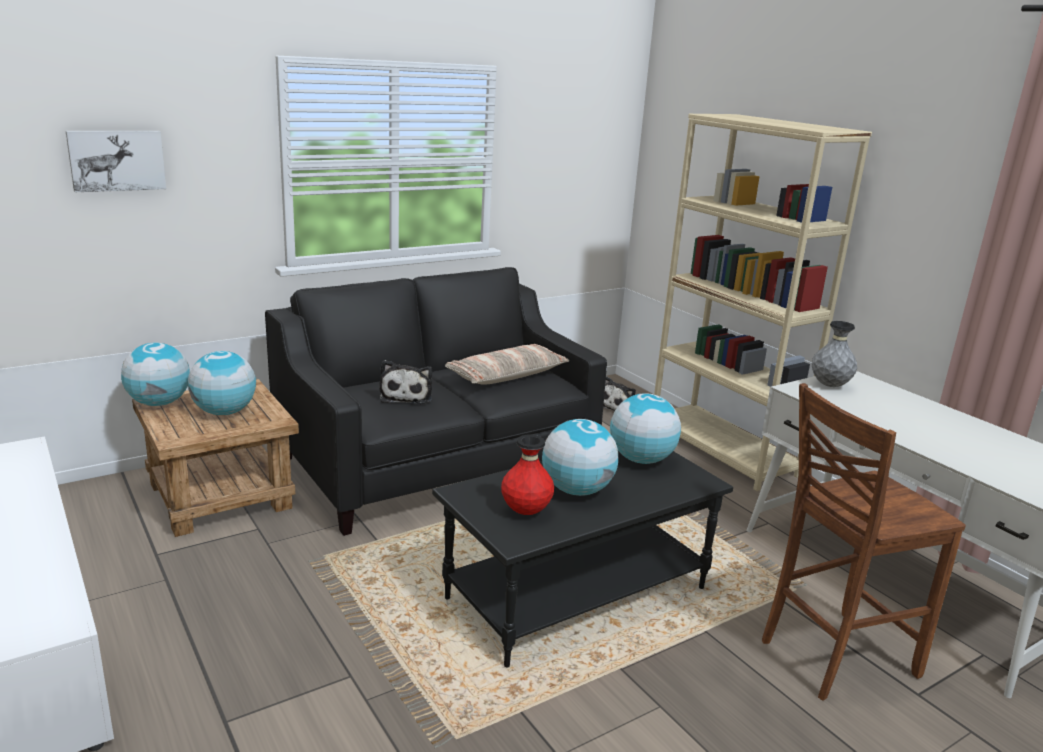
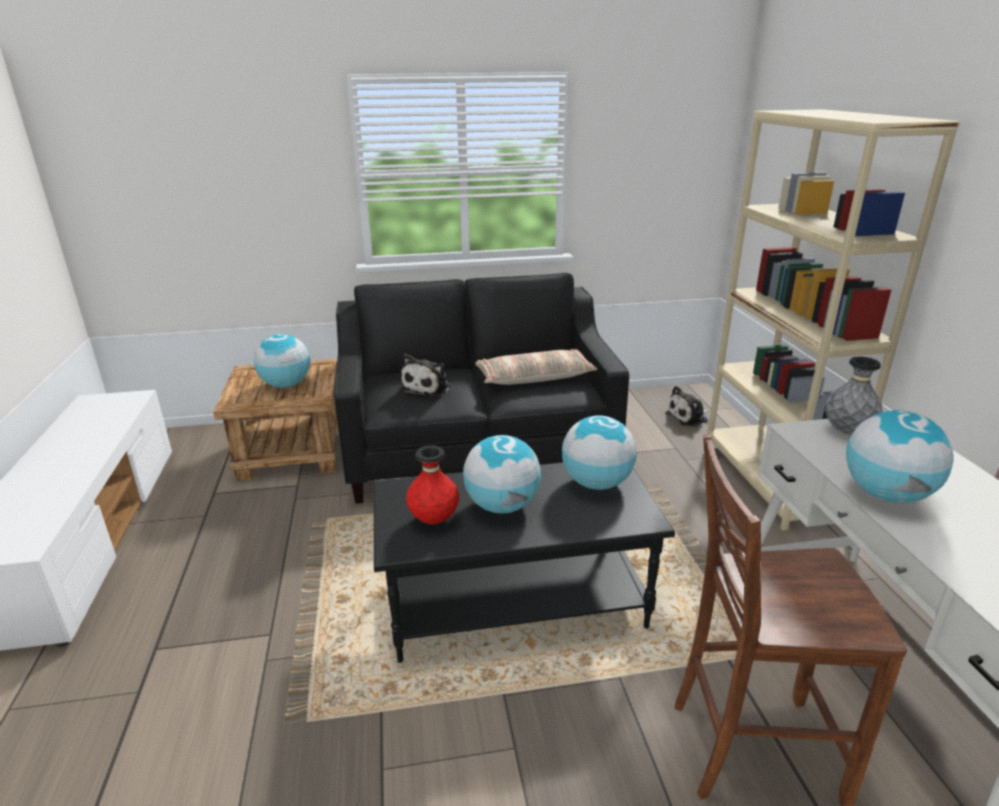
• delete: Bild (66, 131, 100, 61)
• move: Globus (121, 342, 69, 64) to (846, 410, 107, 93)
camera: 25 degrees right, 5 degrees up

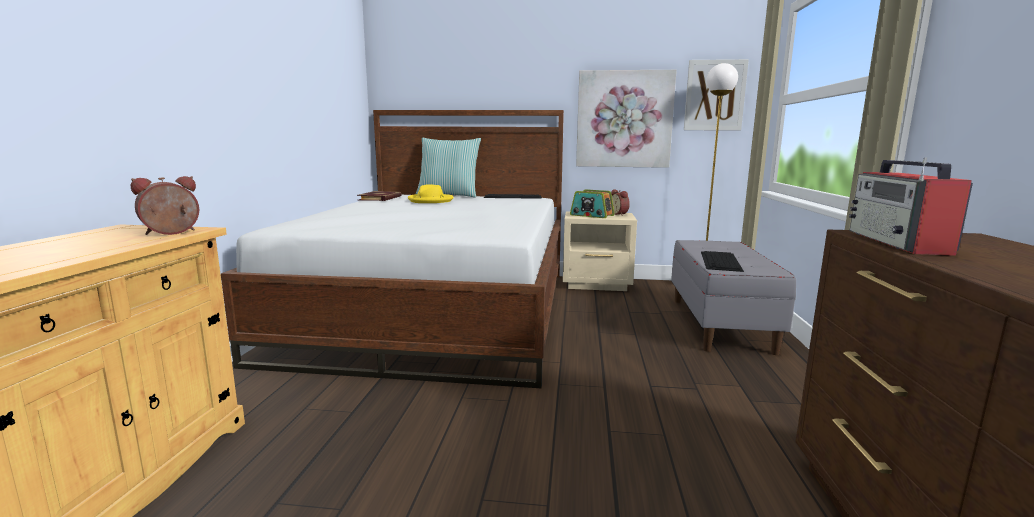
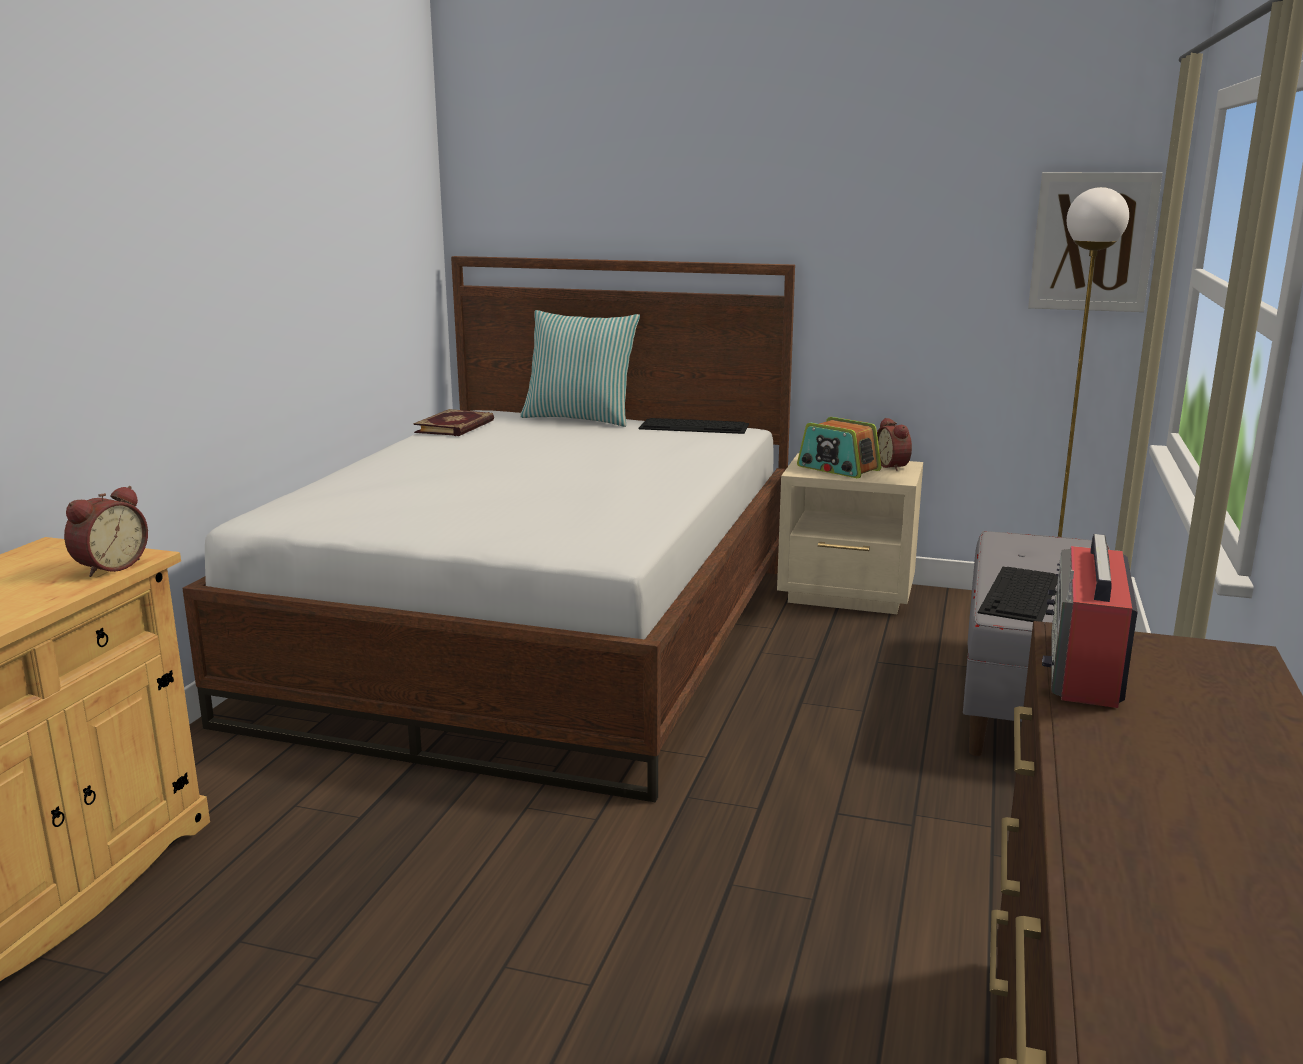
• delete: Bild (576, 70, 101, 98)
• rotate: Wecker (131, 176, 68, 59) = (64, 486, 84, 91) 150 degrees clockwise
• delete: Hut (gelb) (408, 184, 46, 19)
camera: 10 degrees right, 5 degrees up

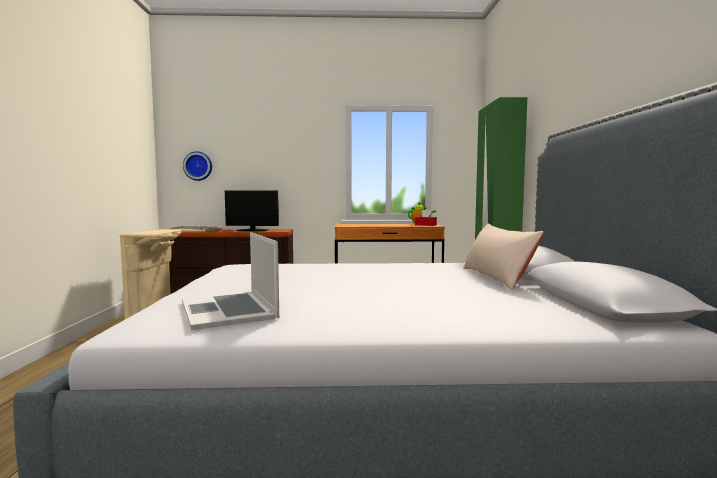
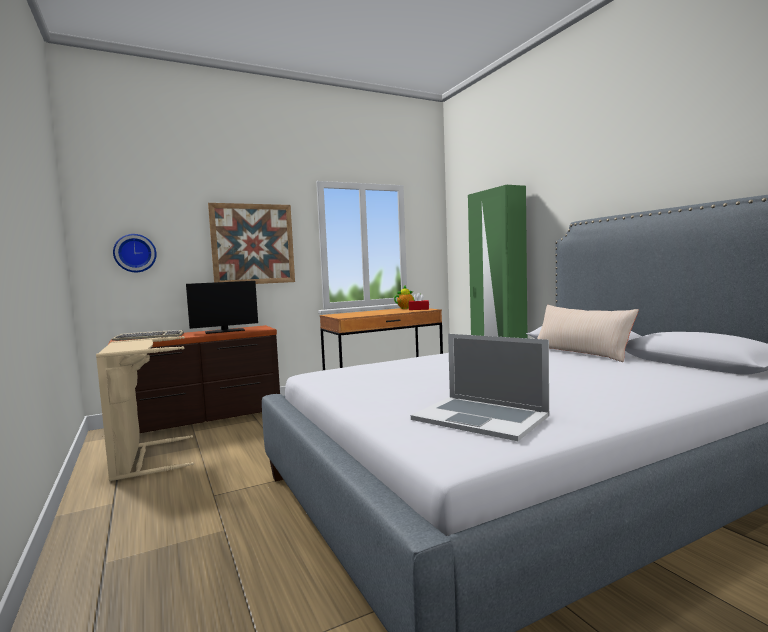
• insert: Bild (208, 203, 87, 81)
camera: 25 degrees left, 0 degrees up

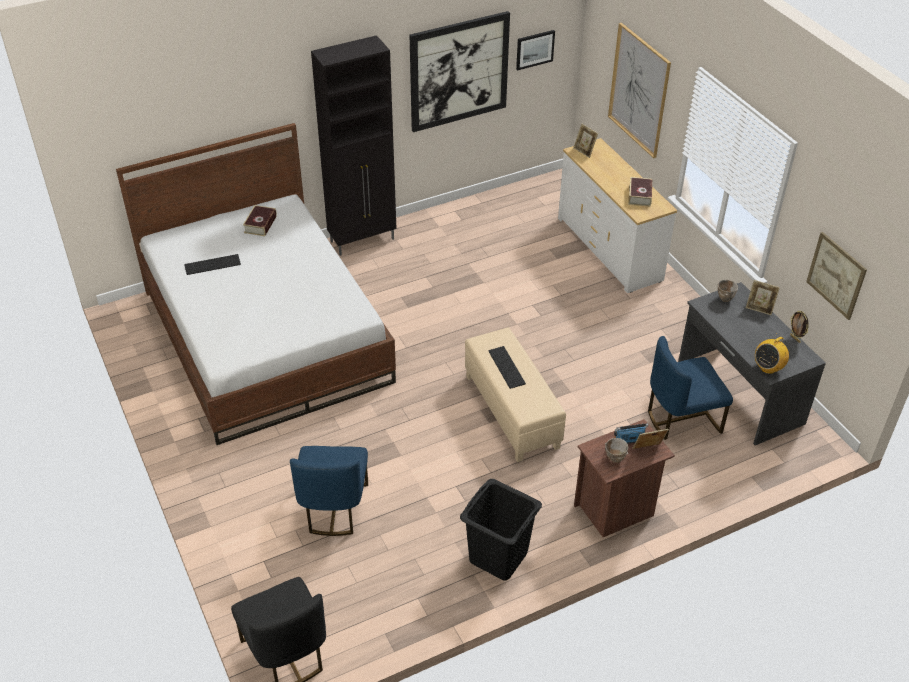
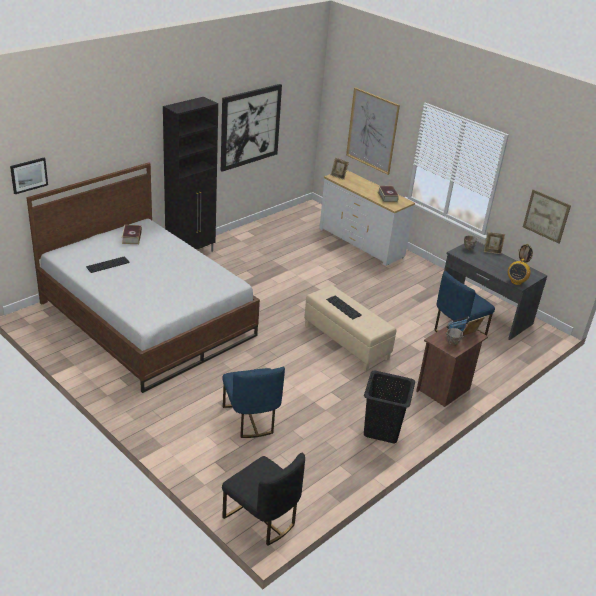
• move: Bild (516, 30, 39, 40) to (10, 158, 38, 36)
camera: 20 degrees left, 10 degrees down

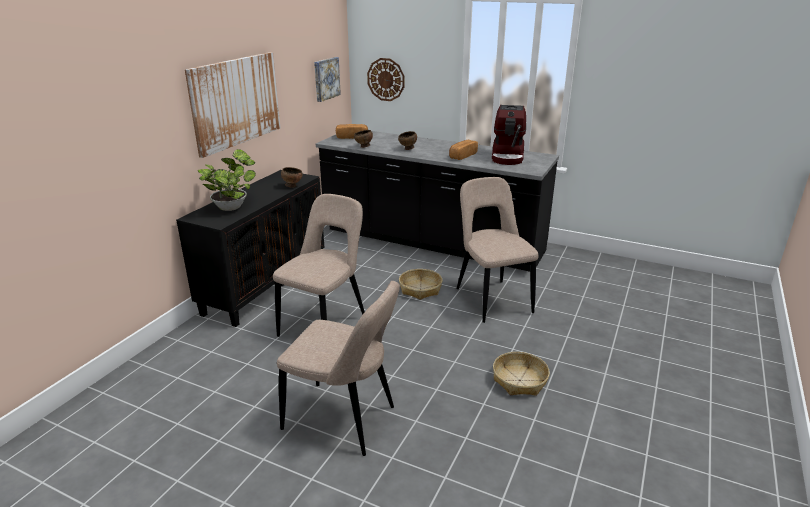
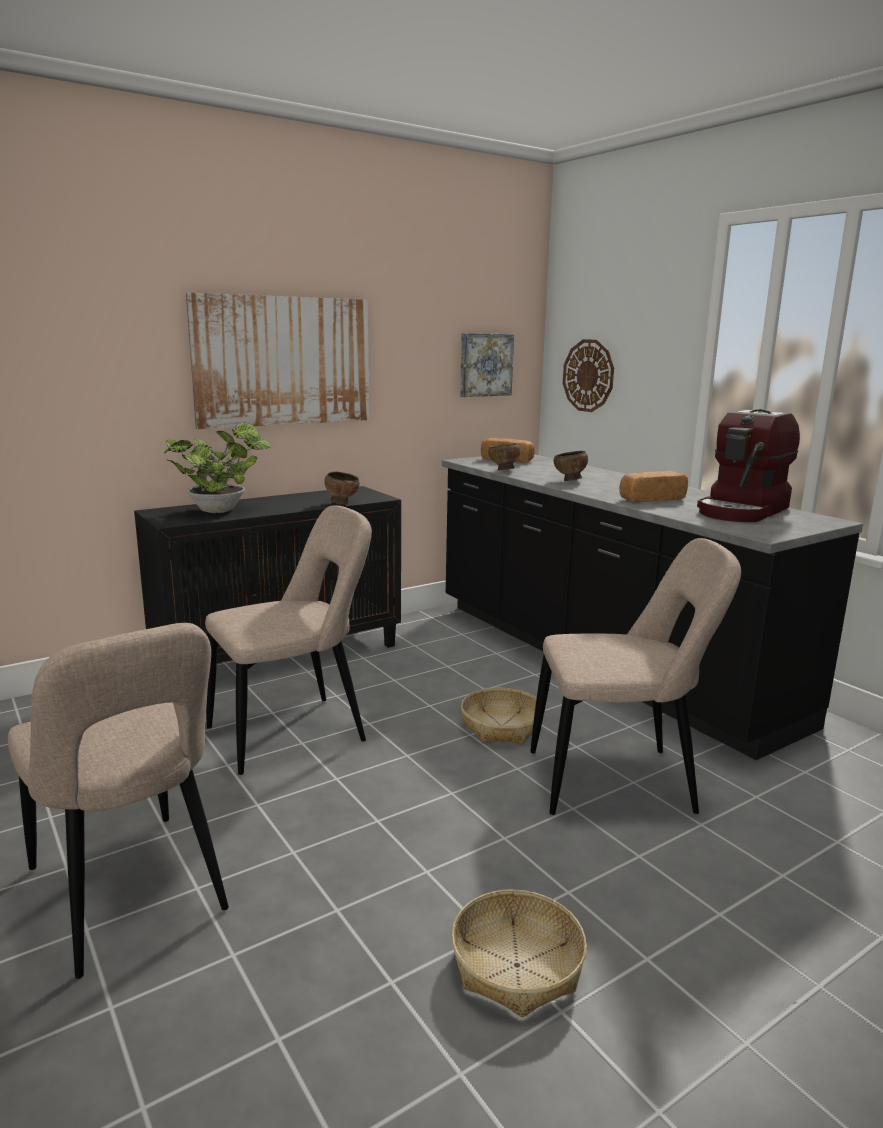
• rotate: Stuhl (beige) (456, 177, 83, 146) = (530, 538, 211, 277) 75 degrees clockwise
camera: 30 degrees right, 10 degrees down

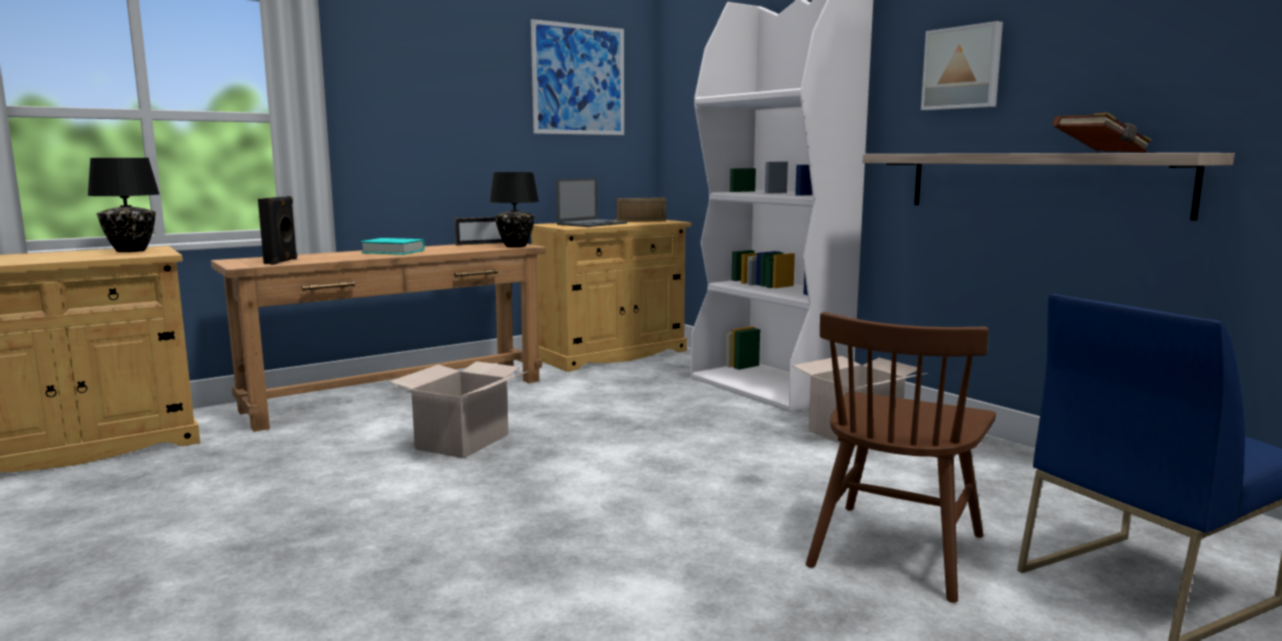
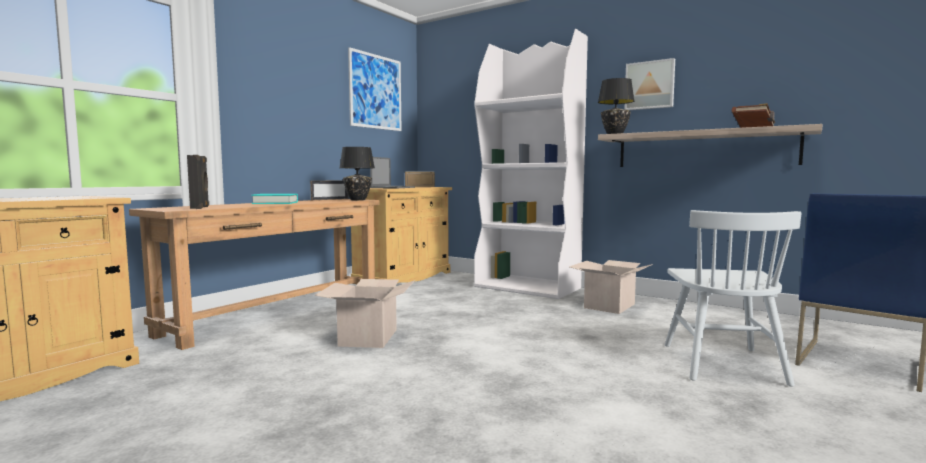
• move: Tischlampe (schwarz) (87, 158, 72, 94) to (598, 78, 36, 56)
• recolor: Stuhl (braun) (806, 312, 190, 291) to Stuhl (weiß) (665, 210, 137, 177)
camera: 20 degrees left, 5 degrees down

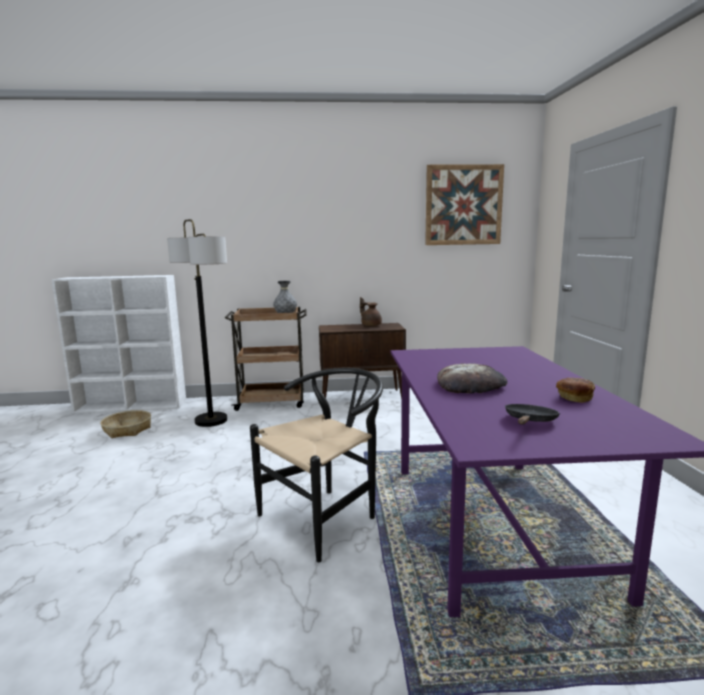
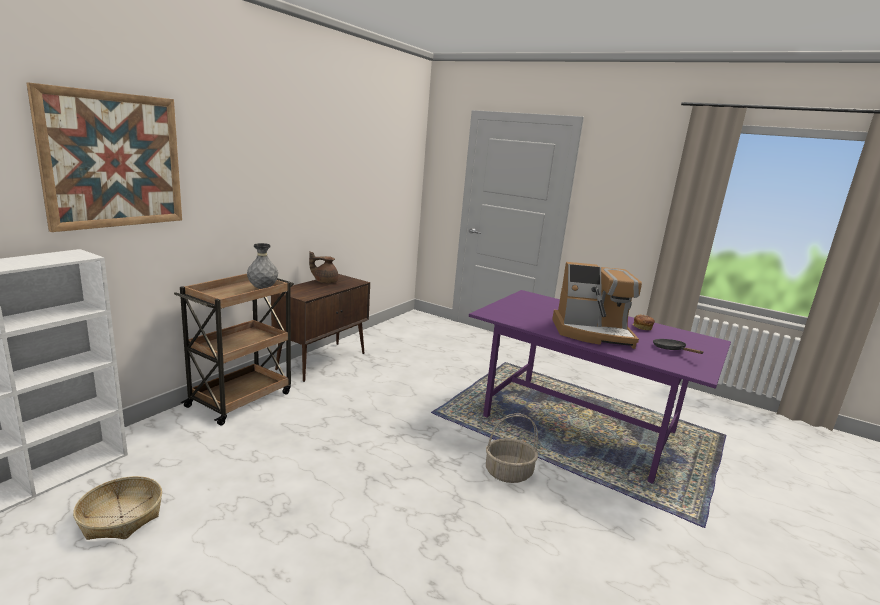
• move: Bild (425, 164, 79, 81) to (26, 82, 156, 150)
• delete: Stehlampe (167, 219, 60, 208)
• replace: Brot (437, 363, 70, 30) to Kaffeemaschine (552, 262, 90, 87)
• replace: Stuhl (schwarz) (250, 368, 133, 194) to Korb (486, 413, 52, 70)
camera: 55 degrees left, 5 degrees up

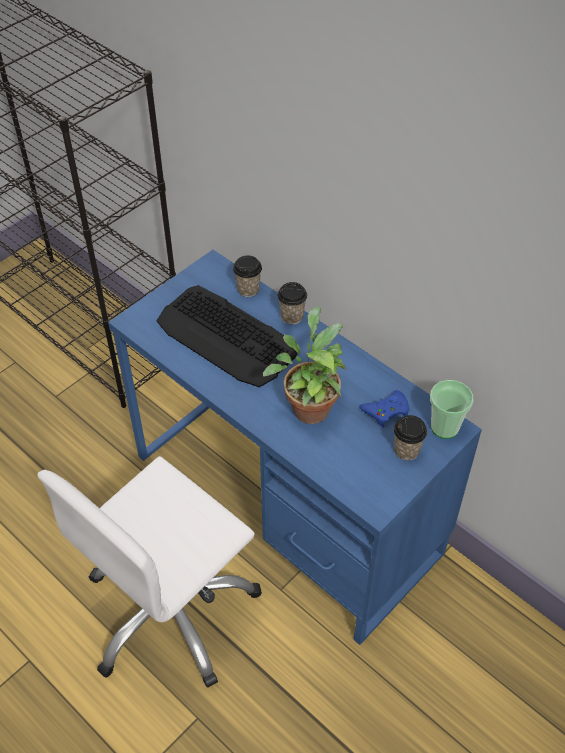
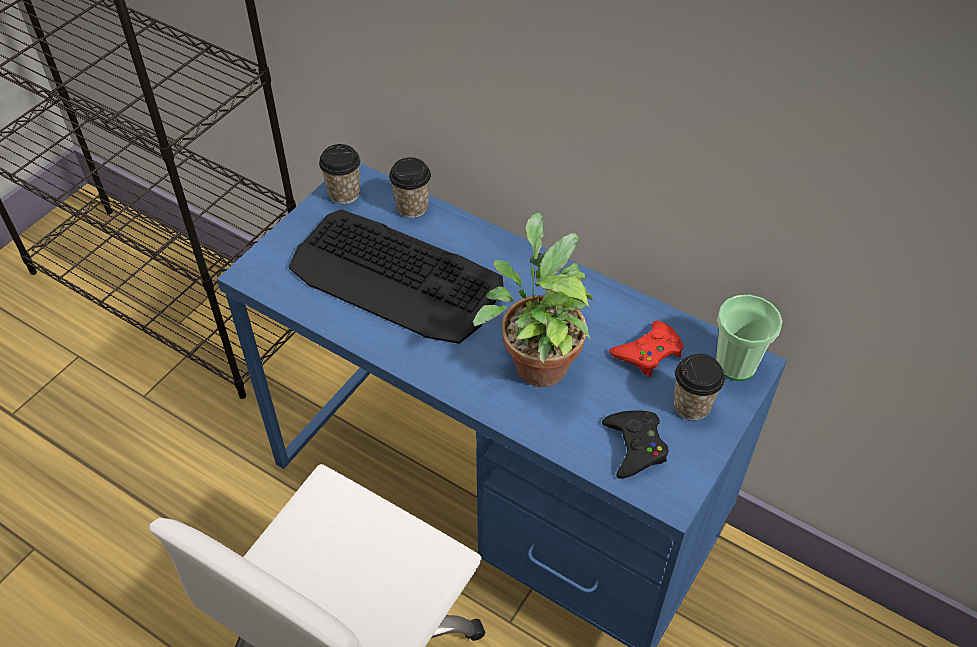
• move: Tasse (278, 282, 29, 43) to (319, 144, 41, 60)
• recolor: Gamepad (blau) (359, 390, 51, 37) to Gamepad (rot) (609, 321, 75, 56)
• insert: Gamepad (schwarz) (602, 411, 66, 68)
camera: 10 degrees left, 0 degrees up

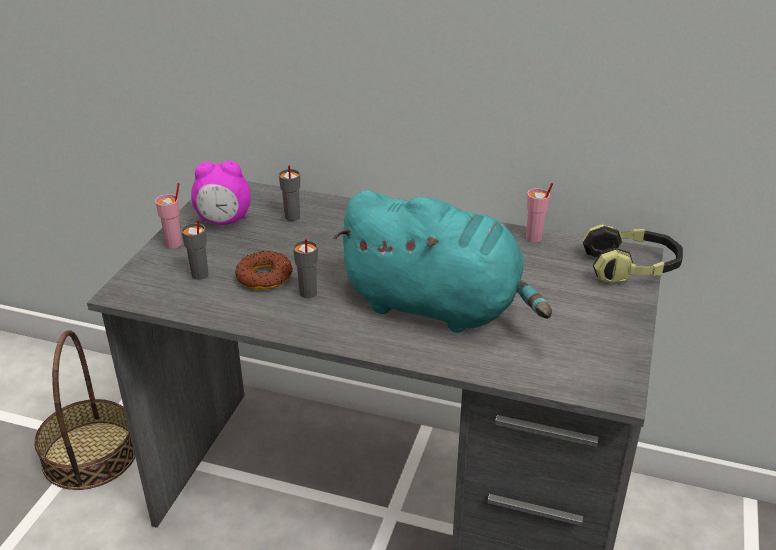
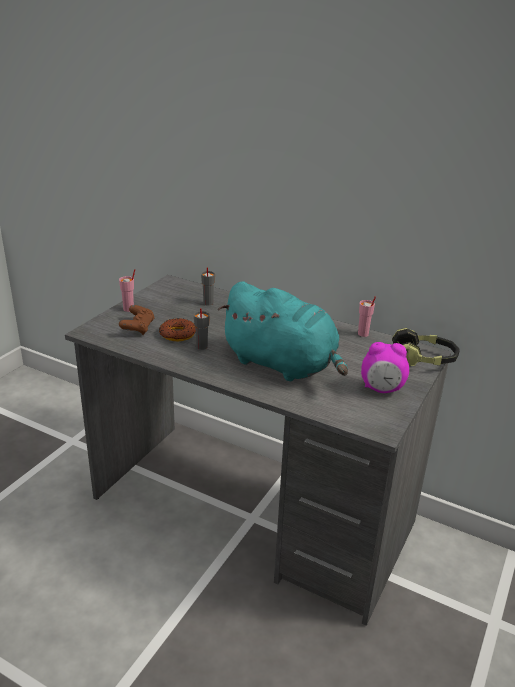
• move: Wecker (191, 161, 59, 64) to (361, 342, 48, 51)
• replace: Tasse (grau) (181, 219, 28, 61) to Gamepad (braun) (119, 305, 36, 30)
• delete: Korb (34, 330, 101, 160)
camera: 10 degrees right, 5 degrees down

